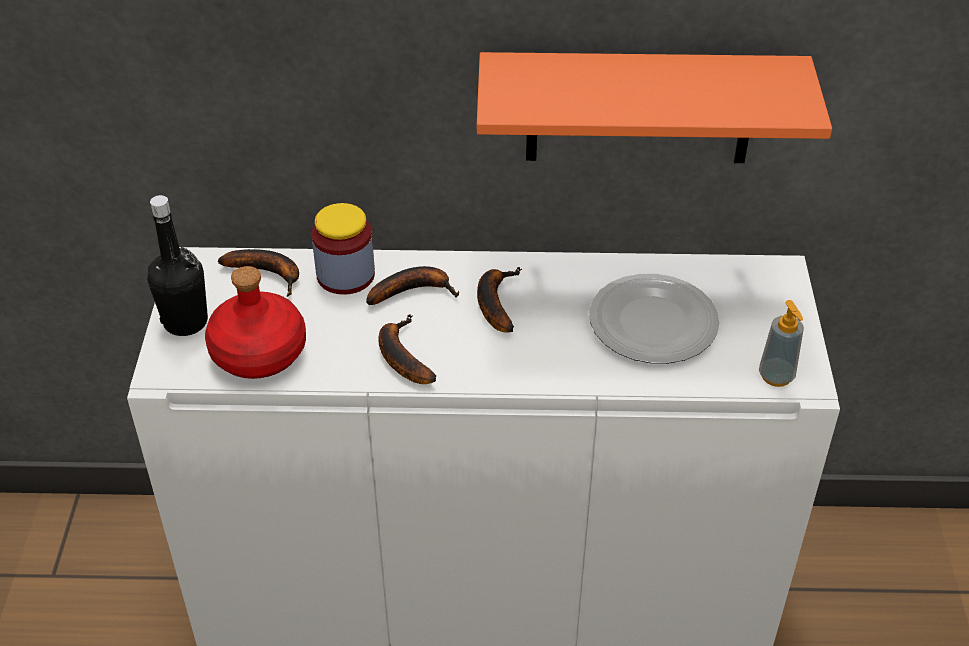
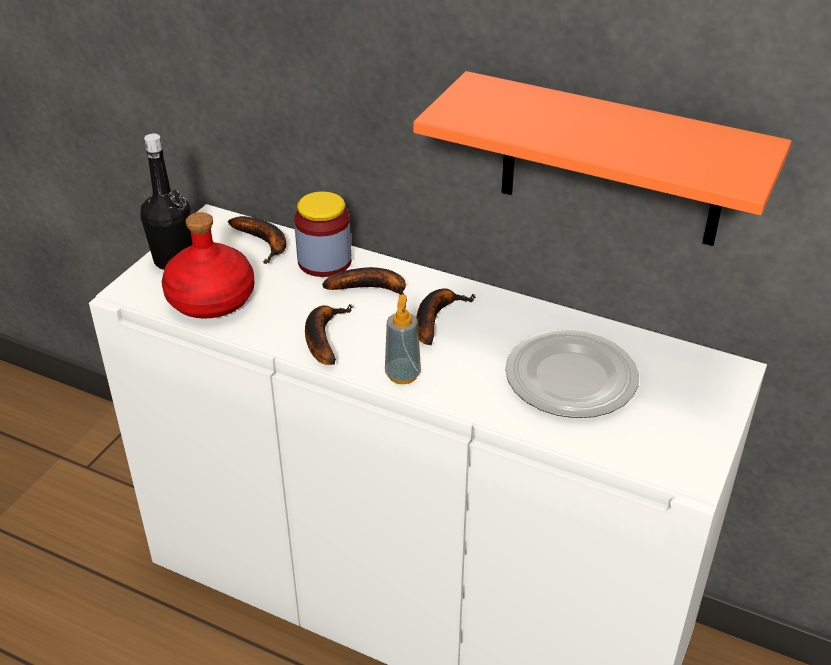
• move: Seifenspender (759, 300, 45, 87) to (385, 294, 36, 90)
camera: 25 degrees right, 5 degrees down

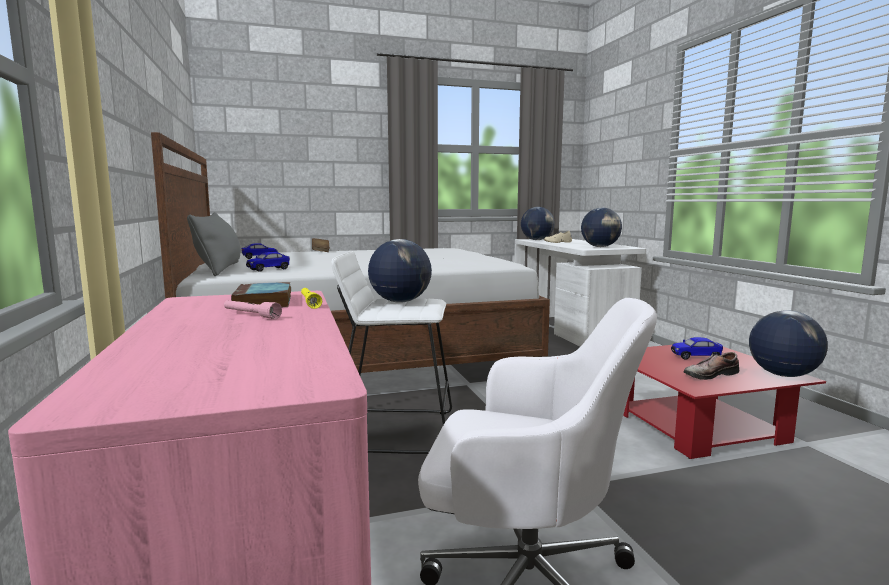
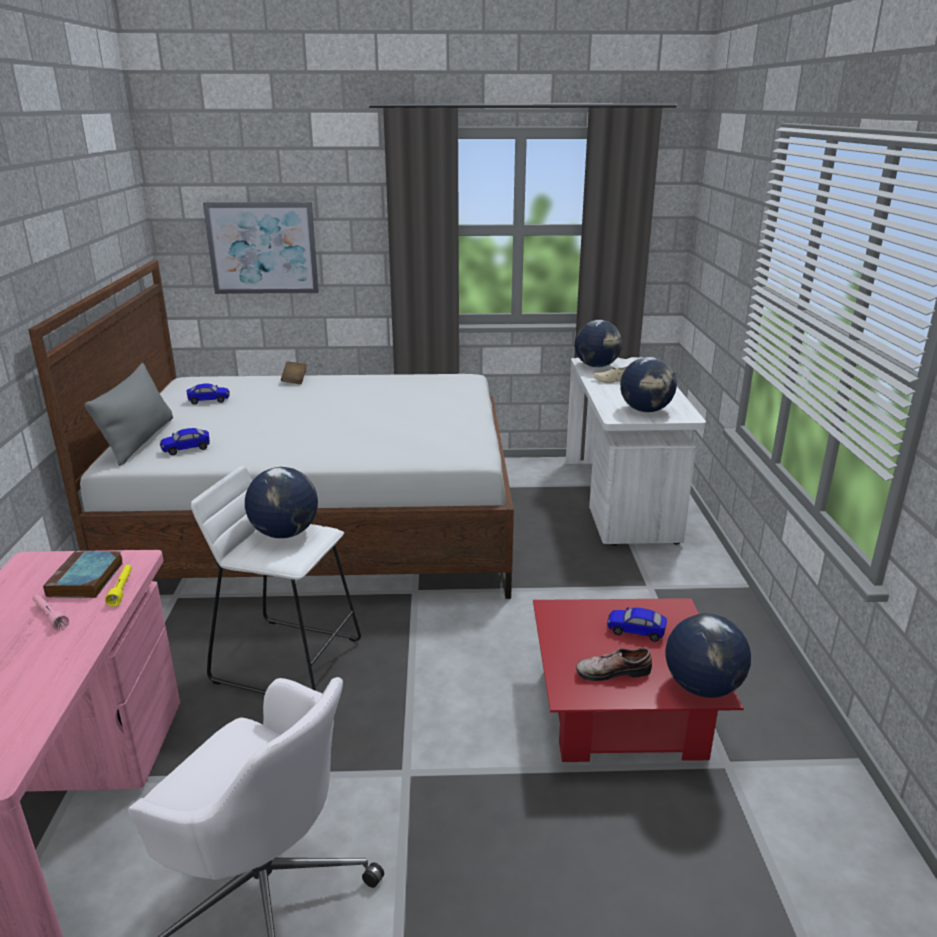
• insert: Bild (203, 202, 116, 92)
camera: 15 degrees right, 15 degrees up

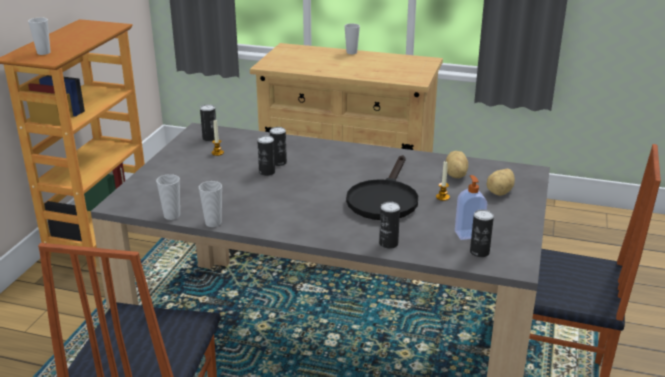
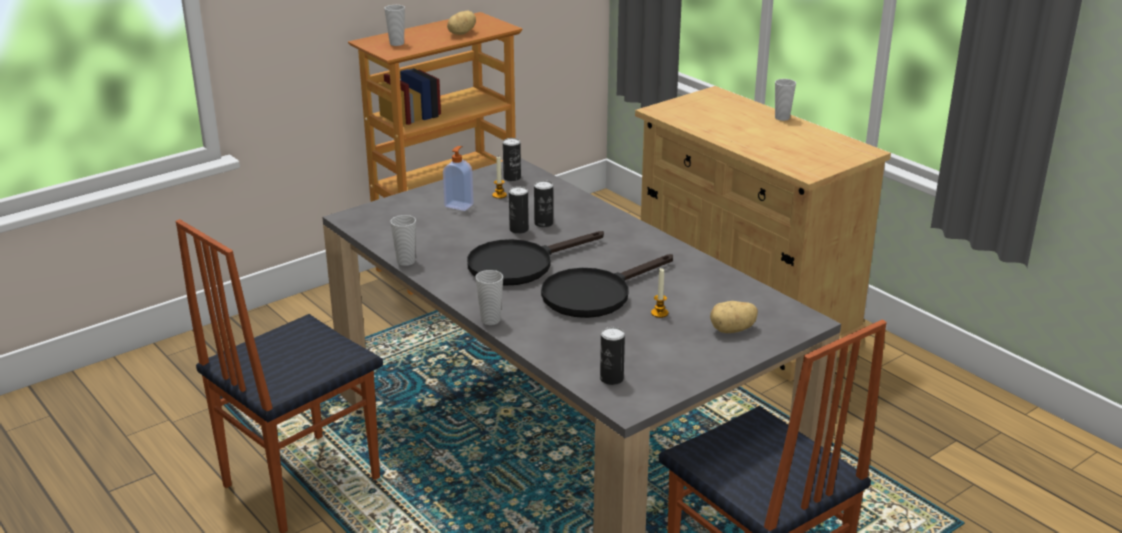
• move: Kartoffel (446, 151, 22, 27) to (447, 11, 29, 24)
• move: Tasse (156, 174, 24, 46) to (475, 270, 28, 55)
• move: Seifenspender (455, 175, 32, 65) to (443, 146, 31, 65)
• delete: Dose (379, 202, 21, 47)
• insert: Pfanne (schwarz) (467, 231, 137, 55)
camera: 35 degrees right, 0 degrees up

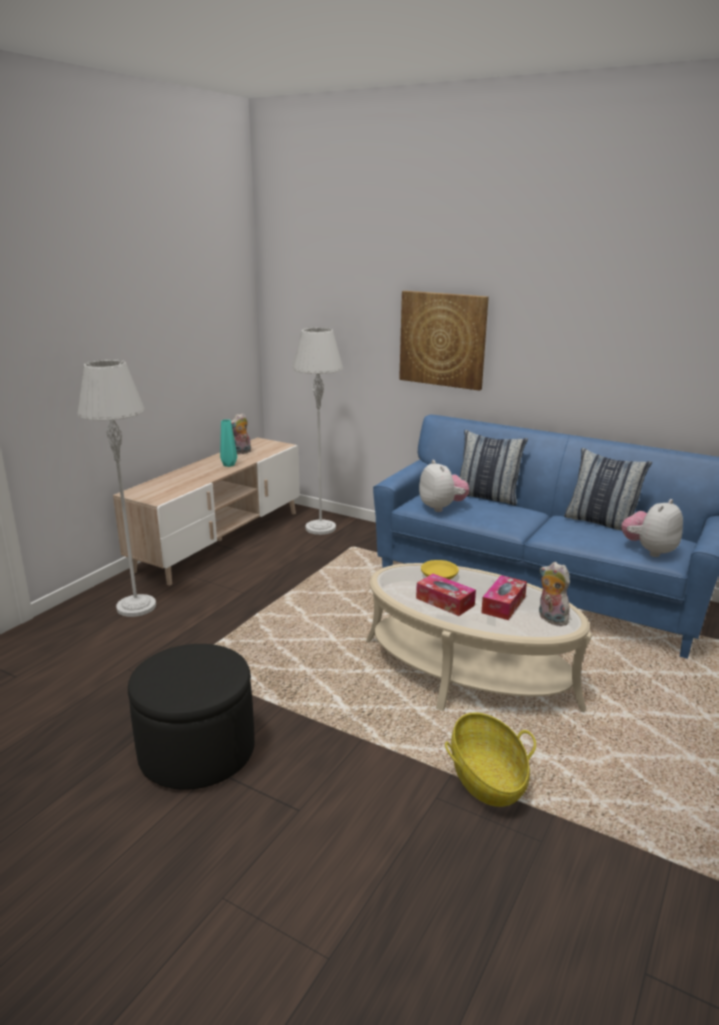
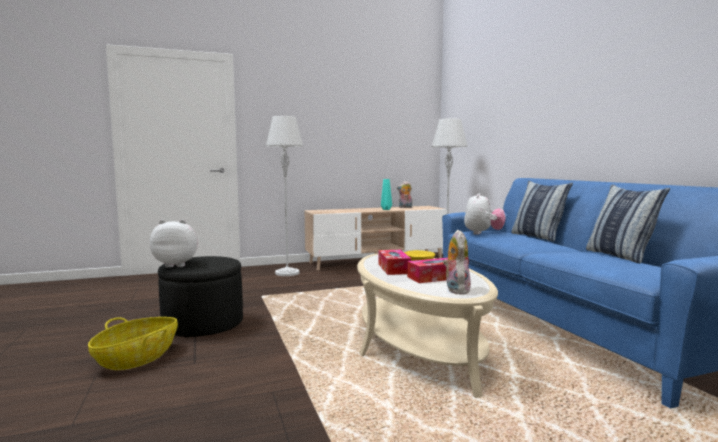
• delete: Bild (399, 291, 90, 100)
• move: Plüschtier (622, 499, 61, 58) to (150, 219, 48, 49)
• move: Korb (445, 713, 91, 94) to (88, 317, 90, 53)
camera: 40 degrees right, 15 degrees down

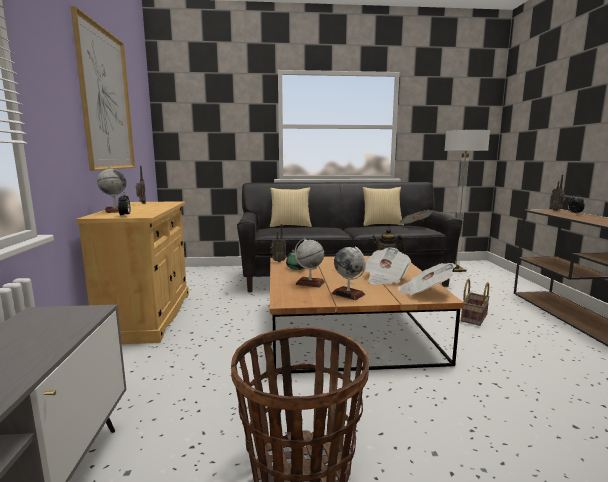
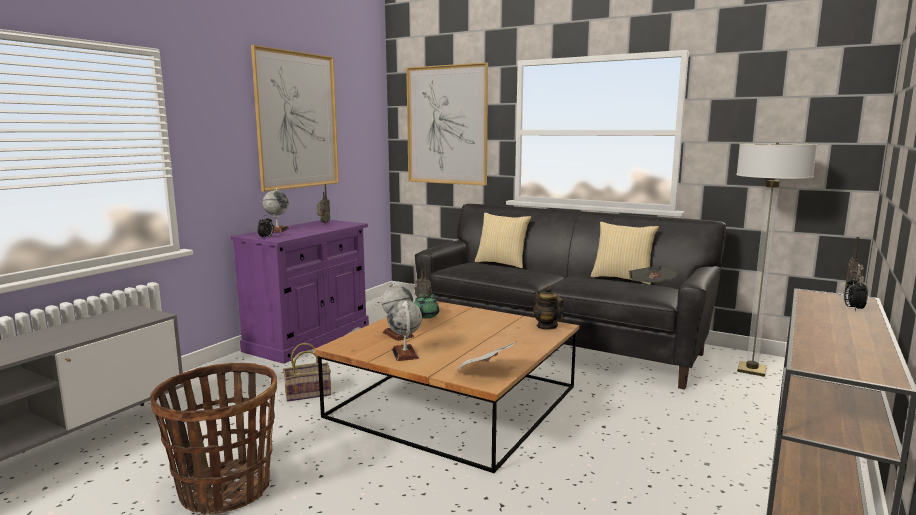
• recolor: Schrank (beige) (76, 201, 113, 143) to Schrank (lila) (231, 220, 138, 144)
• delete: Zeitung (365, 247, 46, 38)
• move: Korb (461, 279, 29, 47) to (283, 343, 48, 59)
• insert: Bild (406, 62, 82, 123)
camera: 35 degrees right, 0 degrees up

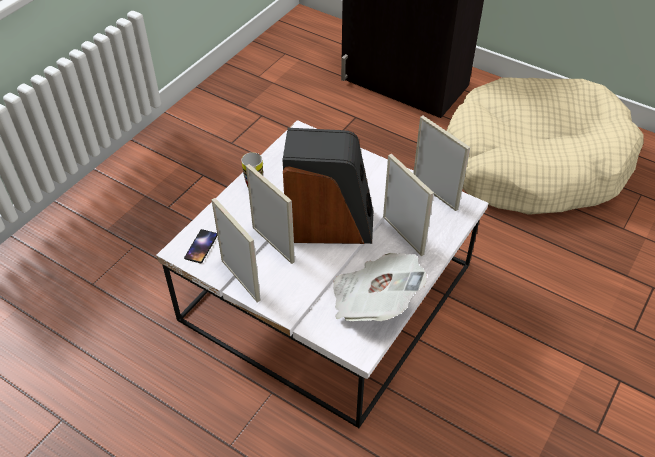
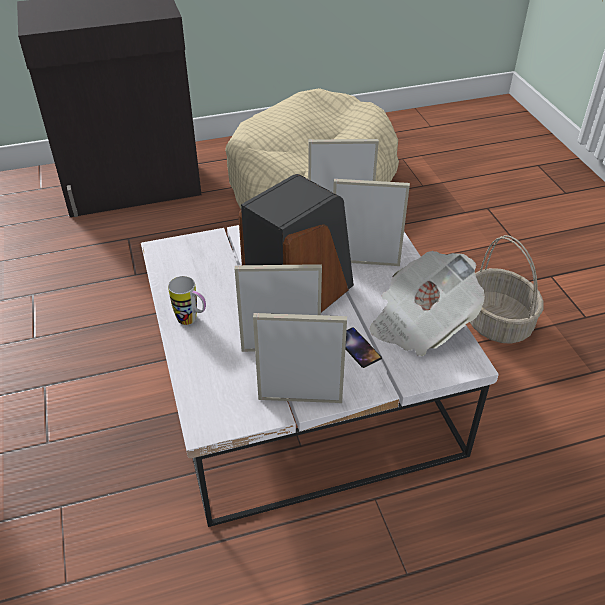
• move: Handy (184, 229, 33, 34) to (345, 328, 37, 40)
• insert: Korb (470, 235, 74, 109)
camera: 50 degrees left, 5 degrees down

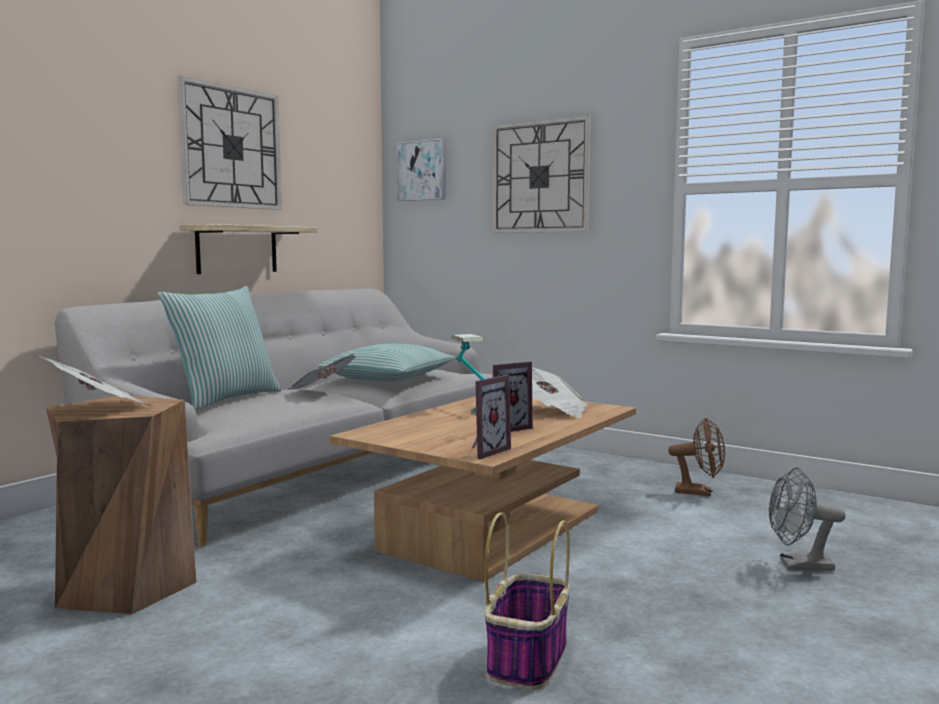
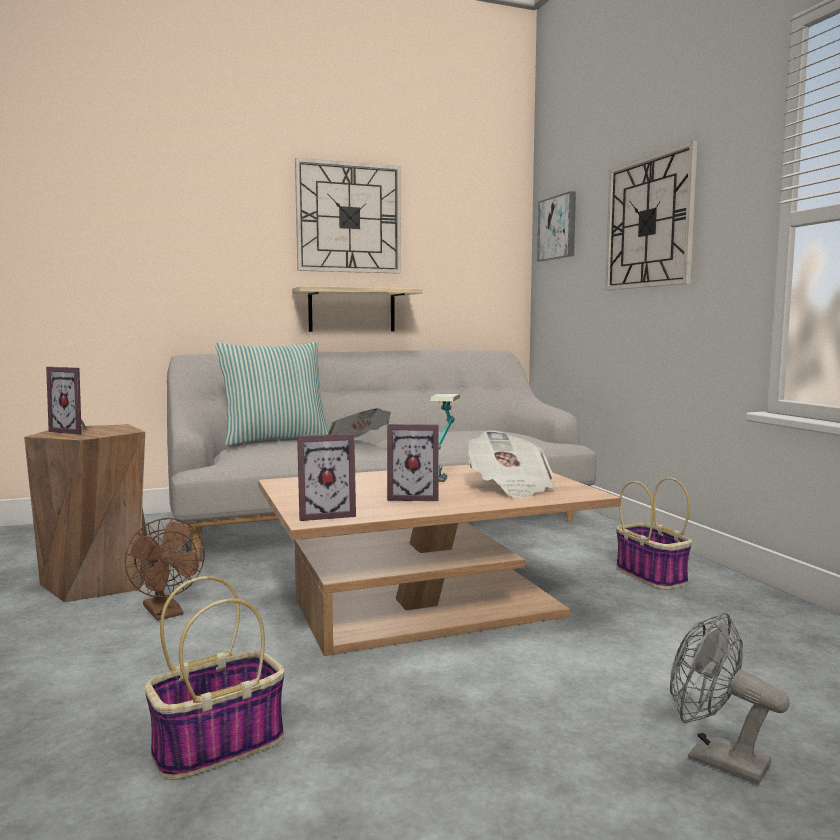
• delete: Kissen (317, 343, 138, 38)
• replace: Zeitung (37, 356, 117, 50) to Bilderrahmen (46, 367, 41, 68)
• move: Ventilator (braun) (668, 417, 57, 79) to (125, 518, 80, 103)
• insert: Korb (616, 477, 76, 113)
camera: 35 degrees right, 0 degrees up

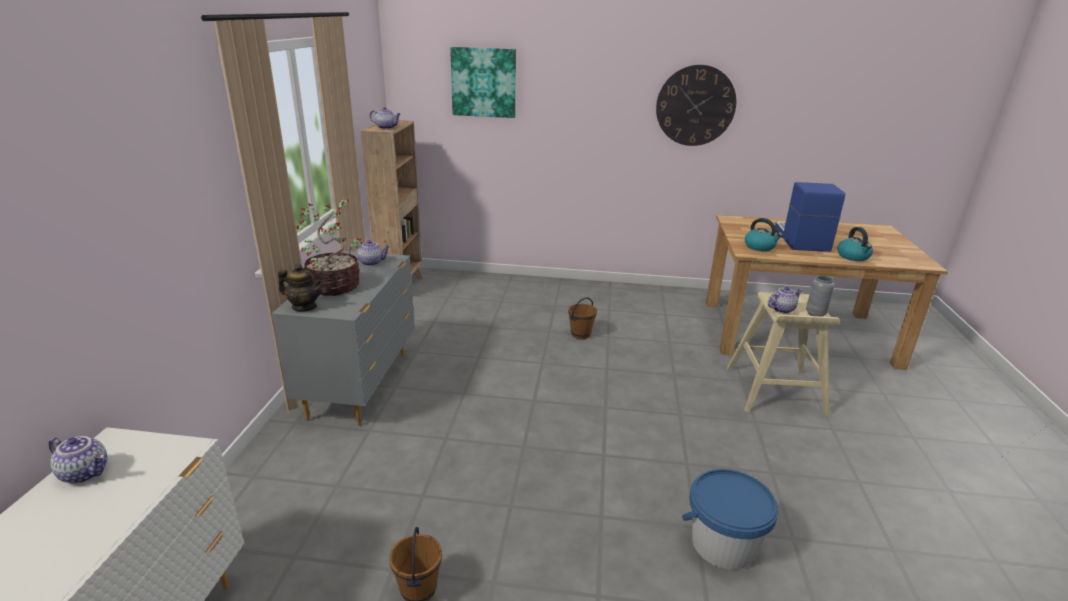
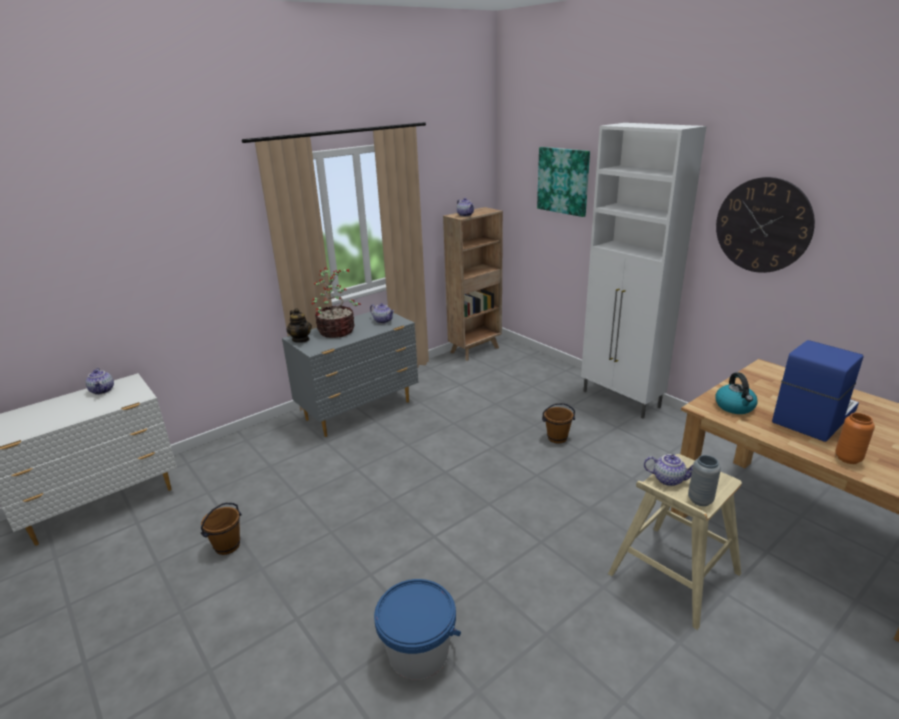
• replace: Wasserkessel (837, 227, 36, 34) to Vase (orange) (835, 413, 40, 51)
• insert: Schrank (weiß) (581, 123, 125, 295)
camera: 45 degrees right, 0 degrees up

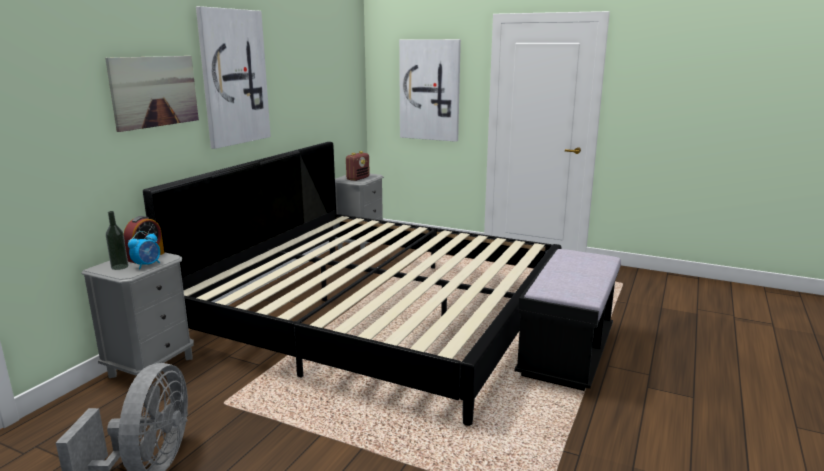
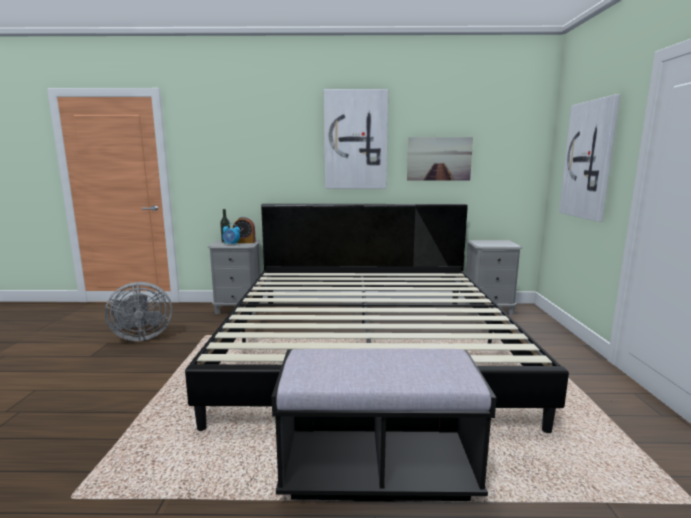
• move: Bild (105, 56, 94, 76) to (407, 137, 66, 44)
• delete: Radio (346, 151, 24, 30)
camera: 65 degrees right, 5 degrees down

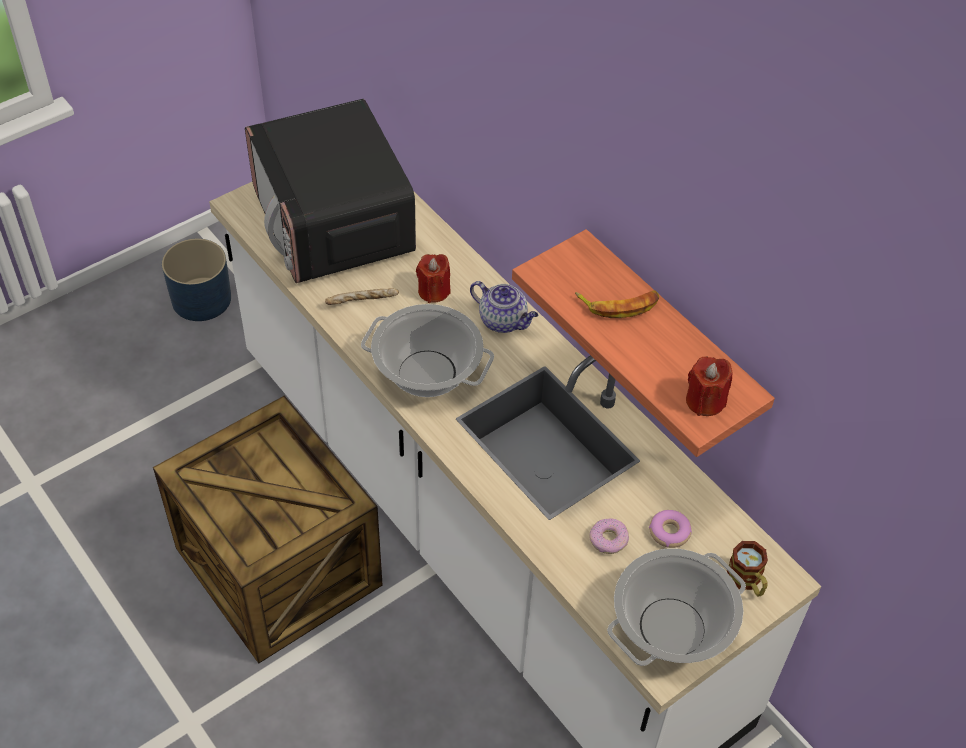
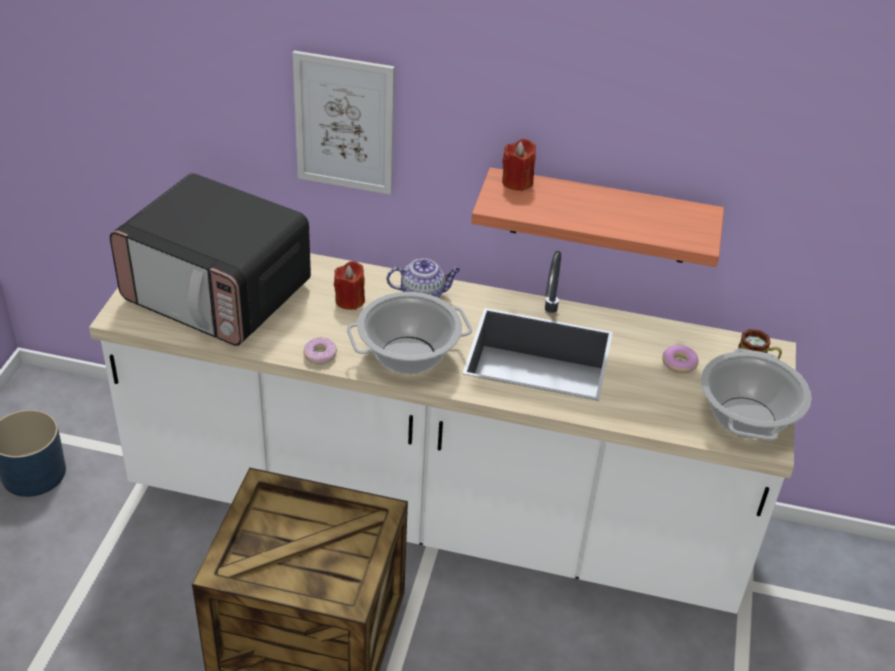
• delete: Brot (325, 288, 74, 17)
• delete: Banane (575, 290, 84, 28)
• move: Kerze (rot) (686, 356, 46, 60) to (502, 139, 34, 52)
• move: Donut (590, 518, 39, 36) to (303, 337, 34, 27)
• insert: Bild (293, 50, 102, 145)
camera: 40 degrees left, 10 degrees down

